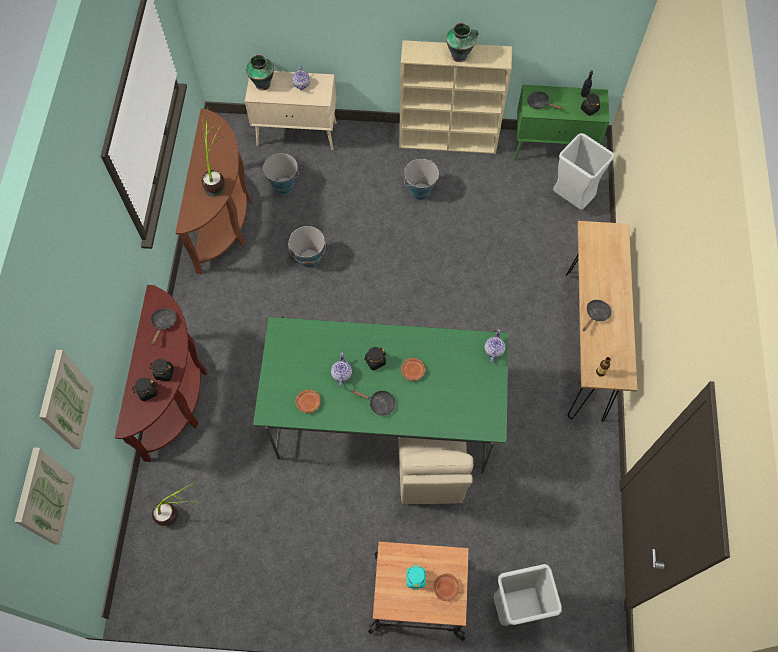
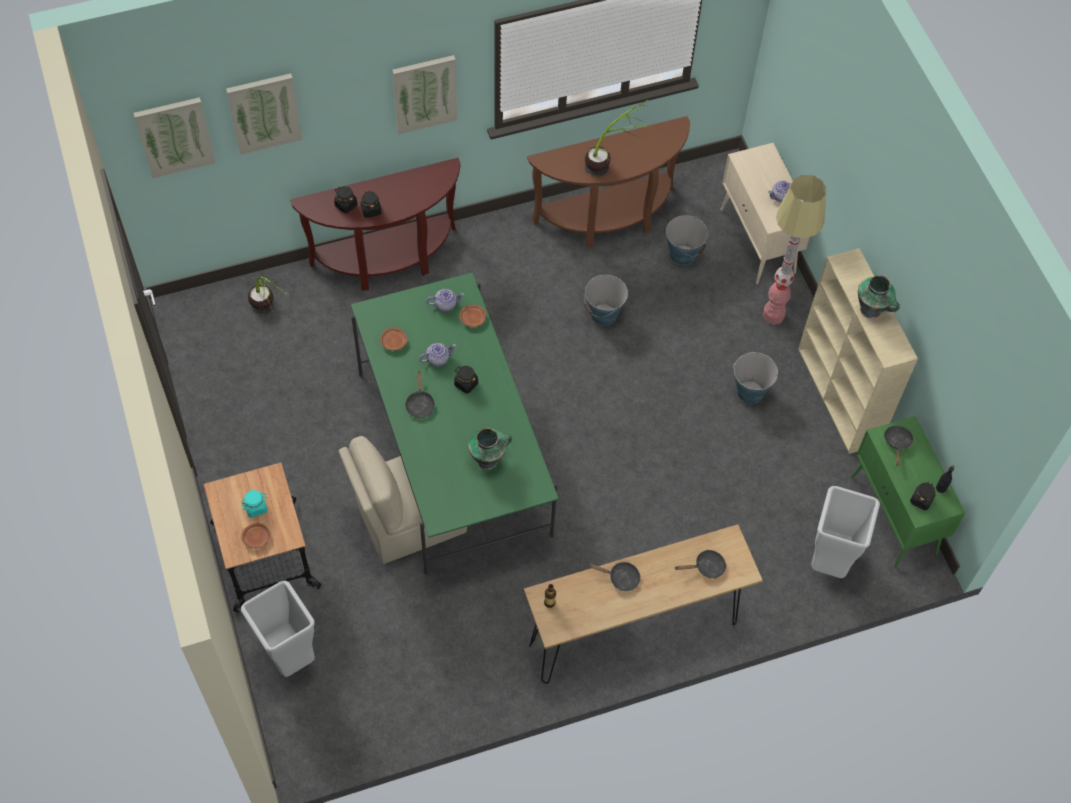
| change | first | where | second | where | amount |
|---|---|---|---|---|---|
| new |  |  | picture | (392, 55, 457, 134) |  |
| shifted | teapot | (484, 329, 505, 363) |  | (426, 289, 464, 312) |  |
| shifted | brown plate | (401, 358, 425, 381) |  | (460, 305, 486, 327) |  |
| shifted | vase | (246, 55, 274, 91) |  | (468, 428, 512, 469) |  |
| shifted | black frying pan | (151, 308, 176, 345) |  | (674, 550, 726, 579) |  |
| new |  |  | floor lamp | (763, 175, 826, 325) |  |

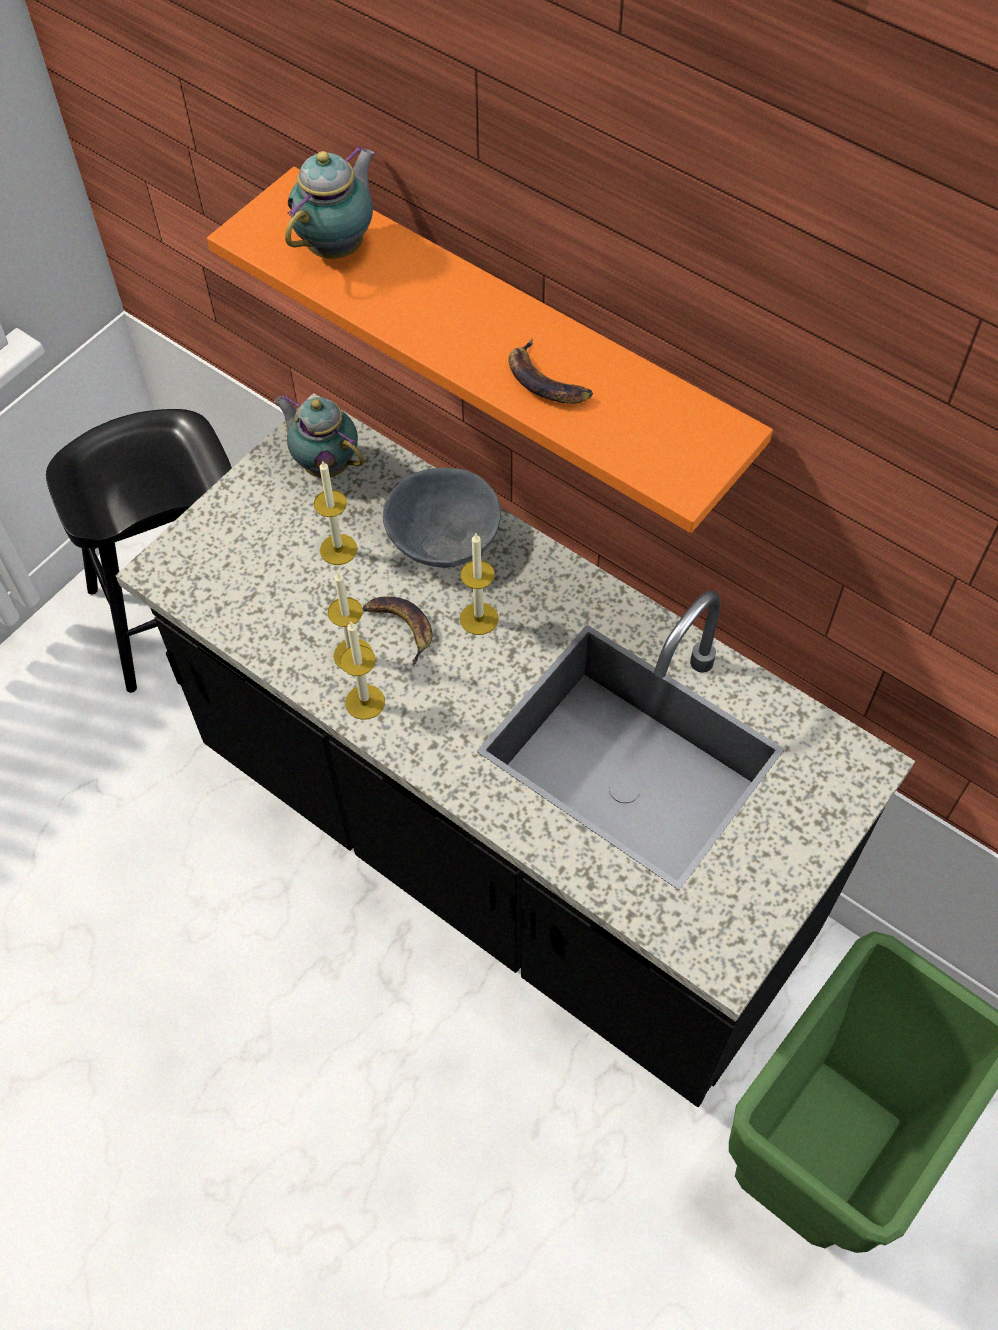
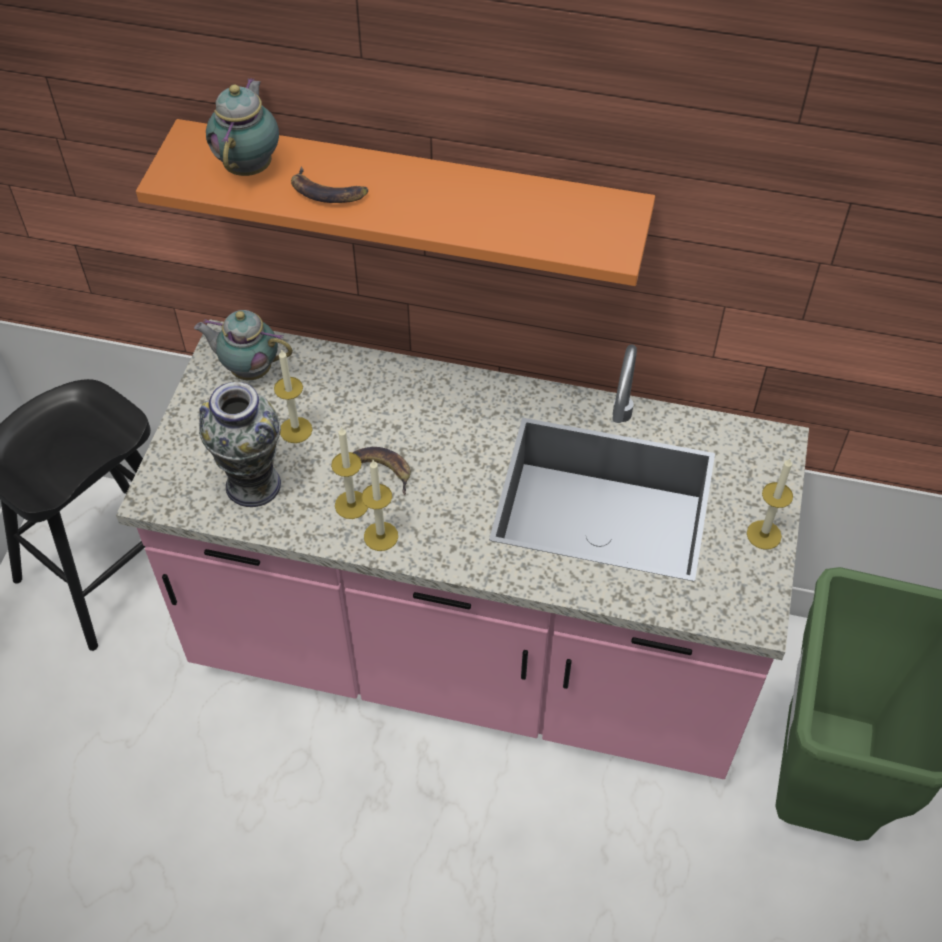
| change | first | where | second | where | amount |
|---|---|---|---|---|---|
| repainted | black counter | (115, 393, 915, 1107) | pink counter | (116, 320, 809, 779) |  |
| new |  |  | vase | (199, 382, 281, 507) |  |
| shifted | banana | (508, 338, 593, 404) |  | (291, 167, 368, 203) |  |
| shifted | candle | (460, 534, 498, 635) |  | (747, 459, 793, 550) |  |
| gone | grey bowl | (383, 468, 501, 568) |  |  |  |

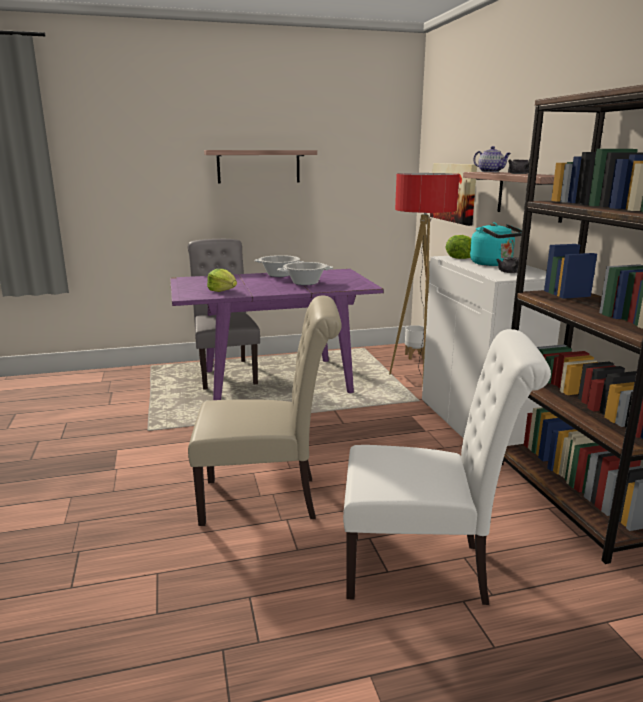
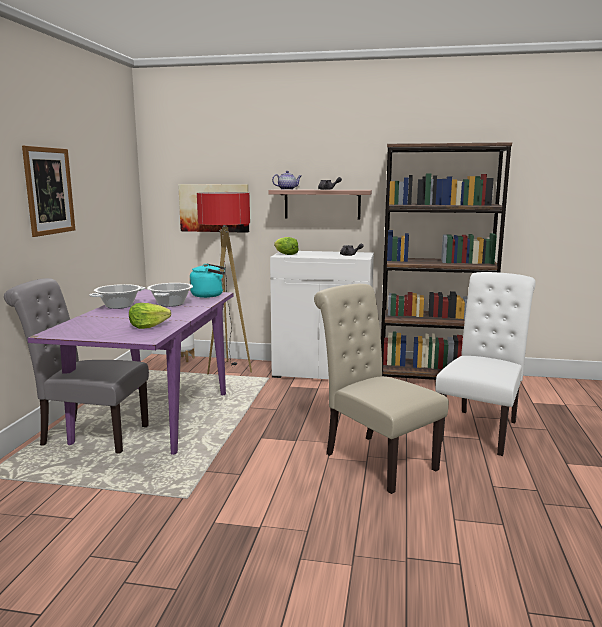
| change | first | where | second | where | amount |
|---|---|---|---|---|---|
| swapped | shelf | (204, 150, 317, 184) | picture | (22, 146, 75, 237) |  |
| shifted | turquoise kettle | (470, 223, 522, 266) |  | (190, 264, 225, 298) |  |
| rotated | beige chair | (188, 296, 342, 526) |  | (314, 284, 449, 494) | 60 degrees counterclockwise |

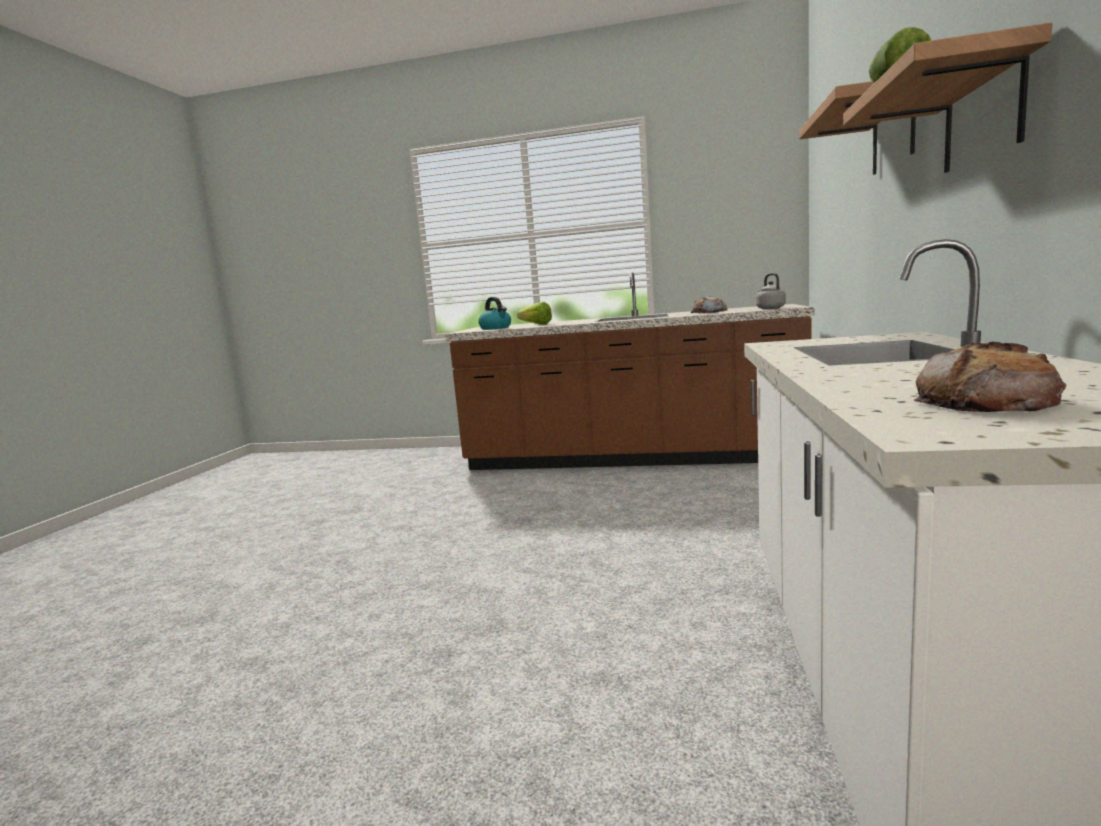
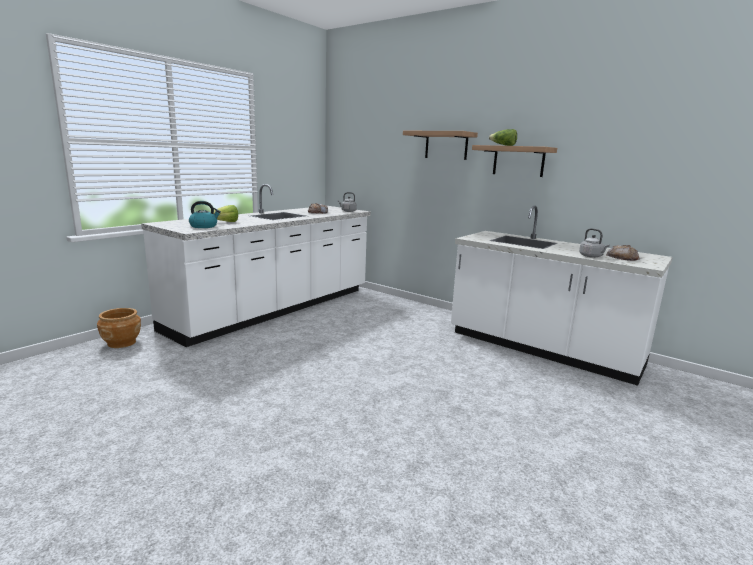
| change | first | where | second | where | amount |
|---|---|---|---|---|---|
| new |  |  | brown planter | (97, 308, 141, 348) |  |
| repainted | brown counter | (445, 272, 815, 470) | white counter | (141, 184, 371, 347) |  |
| new |  |  | grey kettle | (579, 228, 610, 258) |  |

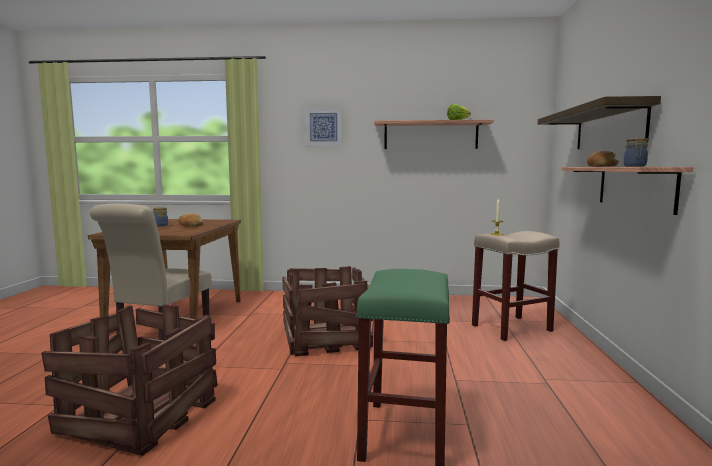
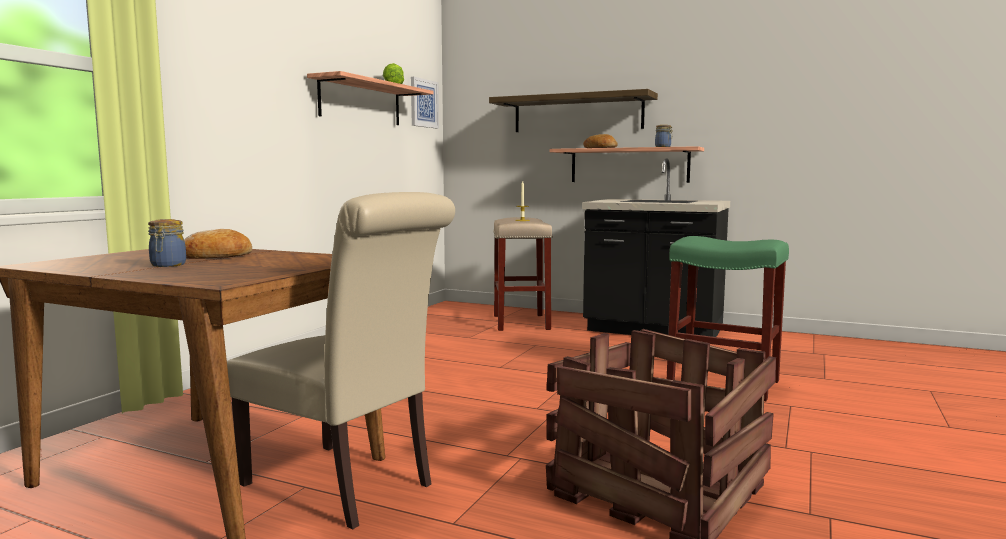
| change | first | where | second | where | amount |
|---|---|---|---|---|---|
| shifted | picture | (304, 107, 342, 146) |  | (411, 77, 439, 128) |  |
| new |  |  | black counter | (582, 159, 730, 337) |  |
| gone | crate | (282, 266, 373, 357) |  |  |  |

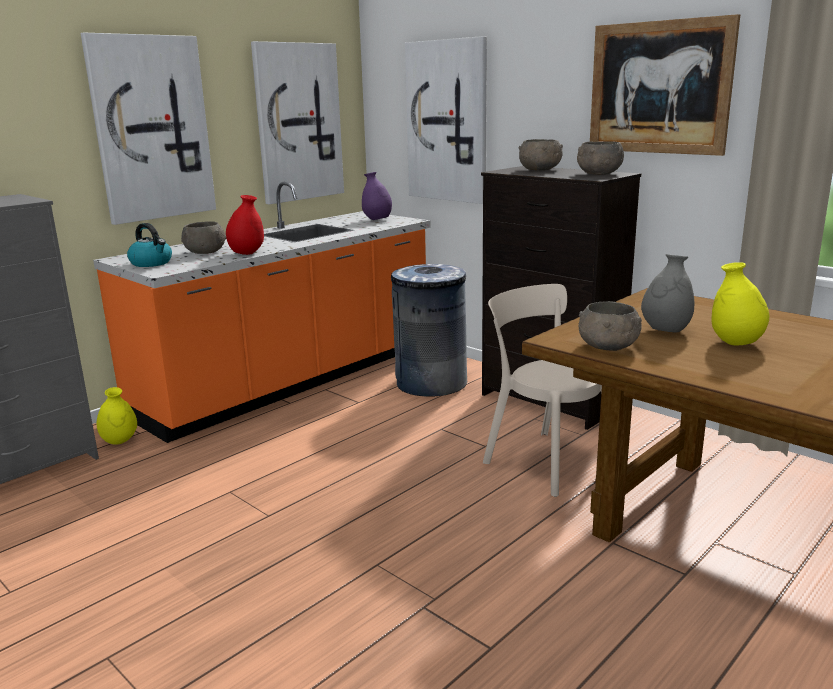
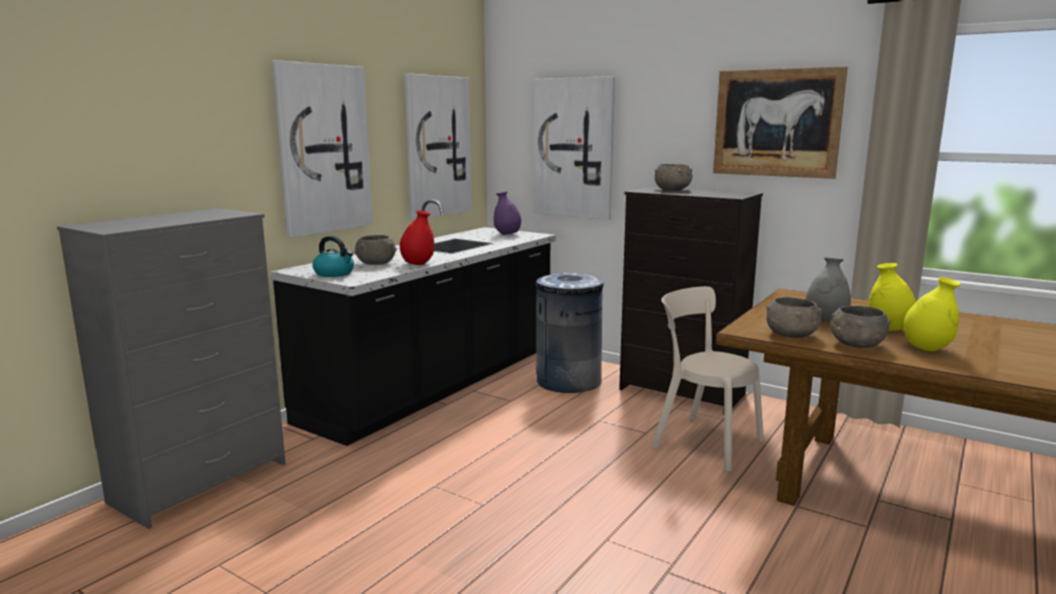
| change | first | where | second | where | amount |
|---|---|---|---|---|---|
| repainted | orange counter | (93, 181, 431, 443) | black counter | (271, 199, 556, 446) |  |
| shifted | grey bowl | (577, 141, 624, 175) |  | (830, 306, 891, 348) |  |
| shifted | yellow vase | (97, 387, 137, 444) |  | (904, 277, 960, 351) |  |

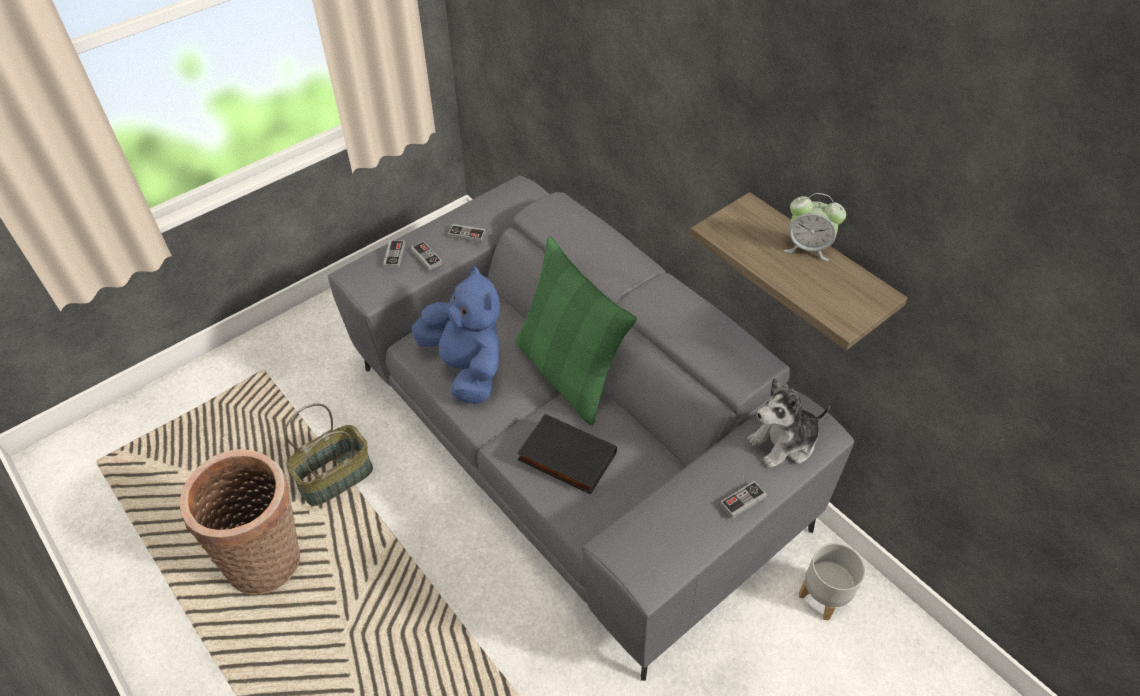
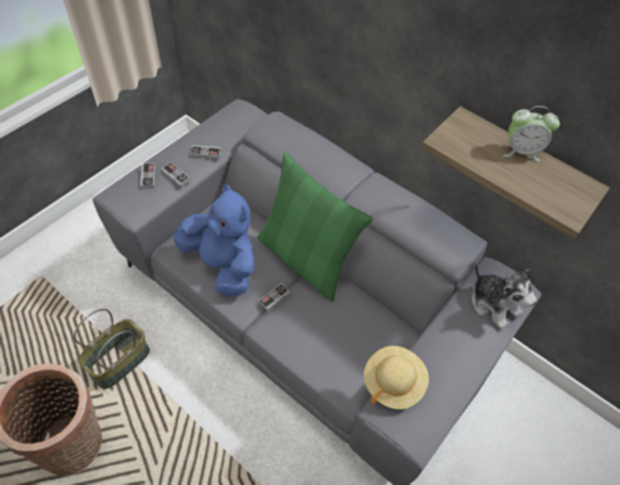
| change | first | where | second | where | amount |
|---|---|---|---|---|---|
| shifted | game controller | (720, 481, 767, 519) |  | (258, 283, 290, 311) |  |
| new |  |  | beige hat | (364, 346, 429, 409) |  |
| rotated | plush toy | (747, 378, 830, 468) |  | (472, 263, 537, 330) | 90 degrees counterclockwise |
| gone | black book | (518, 414, 617, 495) |  |  |  |
| gone | grey planter | (799, 543, 865, 620) |  |  |  |

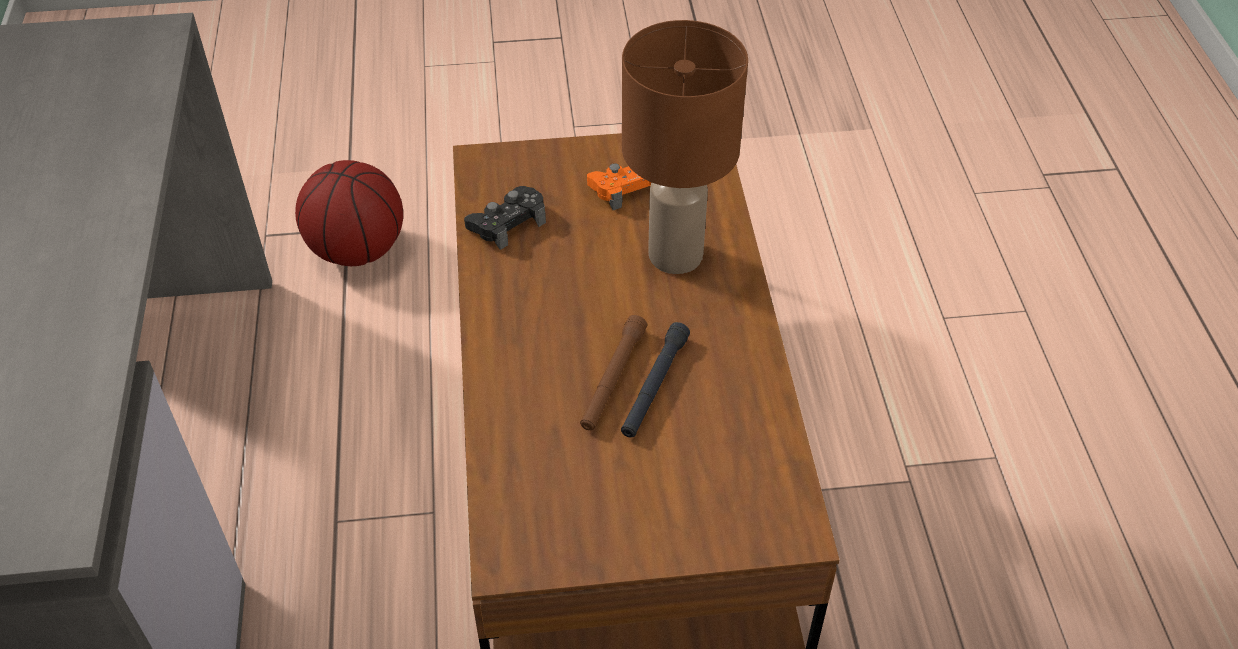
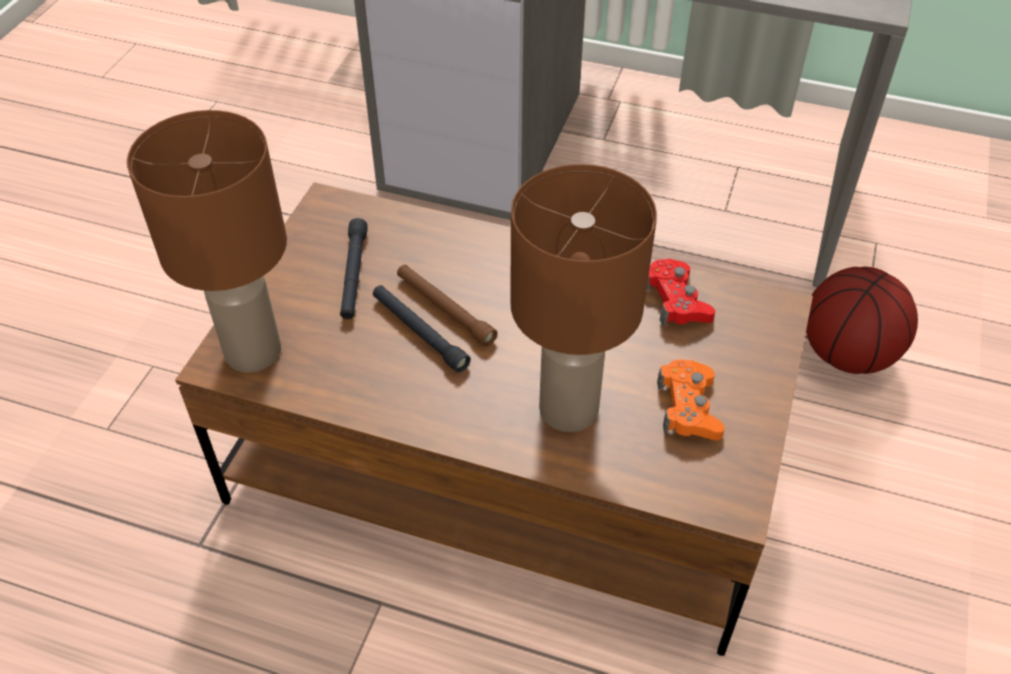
| change | first | where | second | where | amount |
|---|---|---|---|---|---|
| new |  |  | brown table lamp | (127, 110, 287, 373) |  |
| new |  |  | black flashlight | (340, 218, 368, 319) |  |
| repainted | black game controller | (464, 186, 546, 250) | red game controller | (647, 259, 715, 326) |  |

